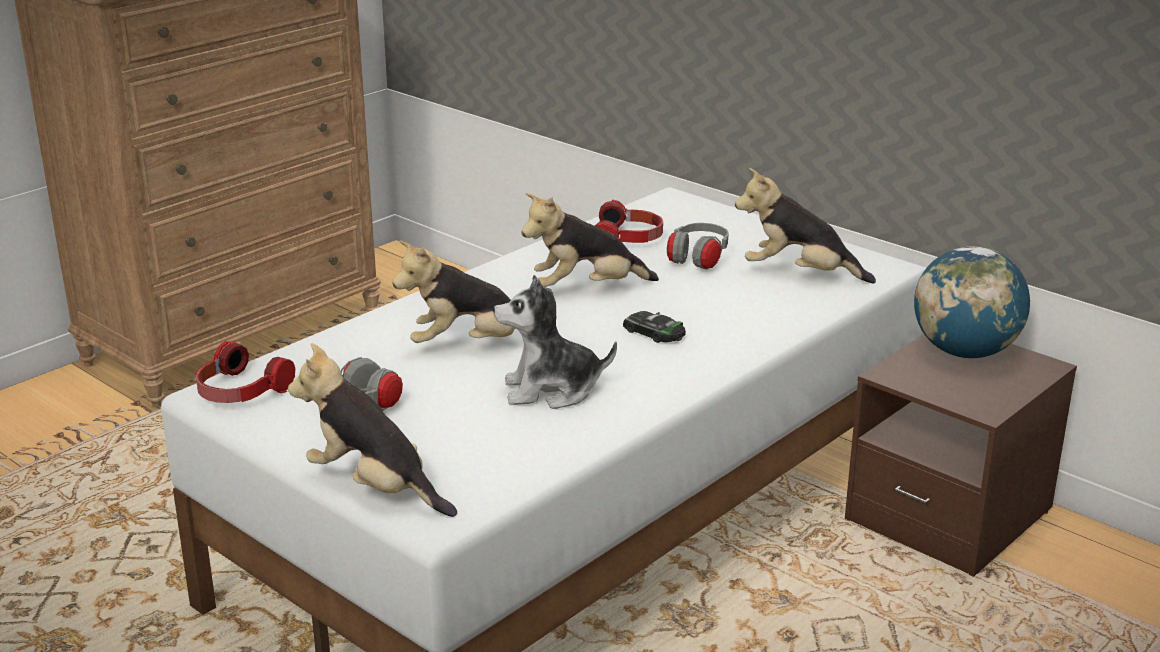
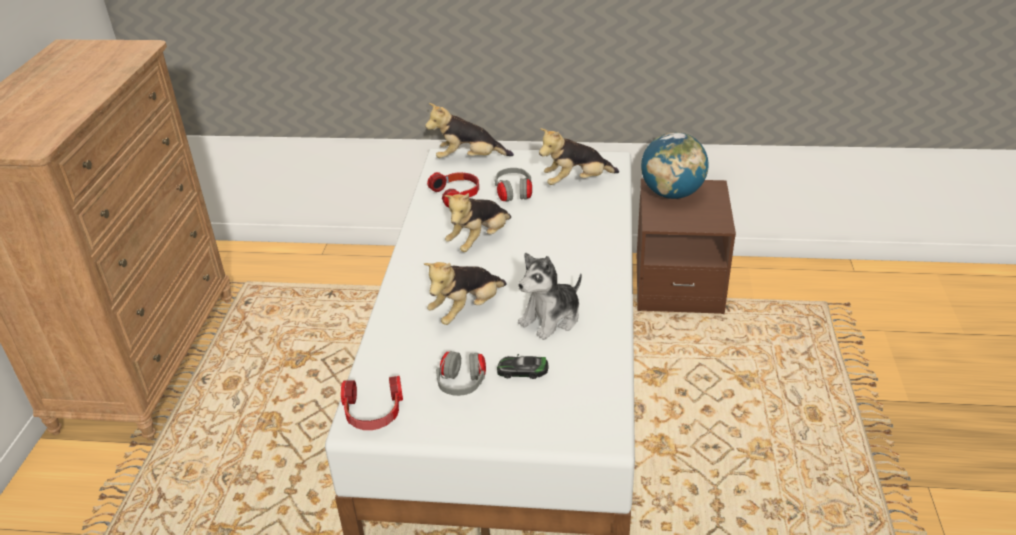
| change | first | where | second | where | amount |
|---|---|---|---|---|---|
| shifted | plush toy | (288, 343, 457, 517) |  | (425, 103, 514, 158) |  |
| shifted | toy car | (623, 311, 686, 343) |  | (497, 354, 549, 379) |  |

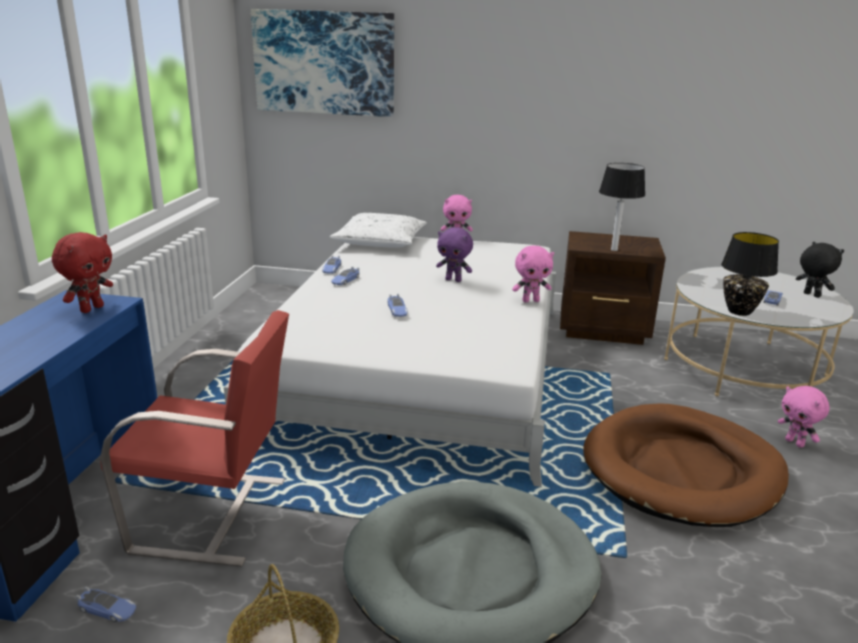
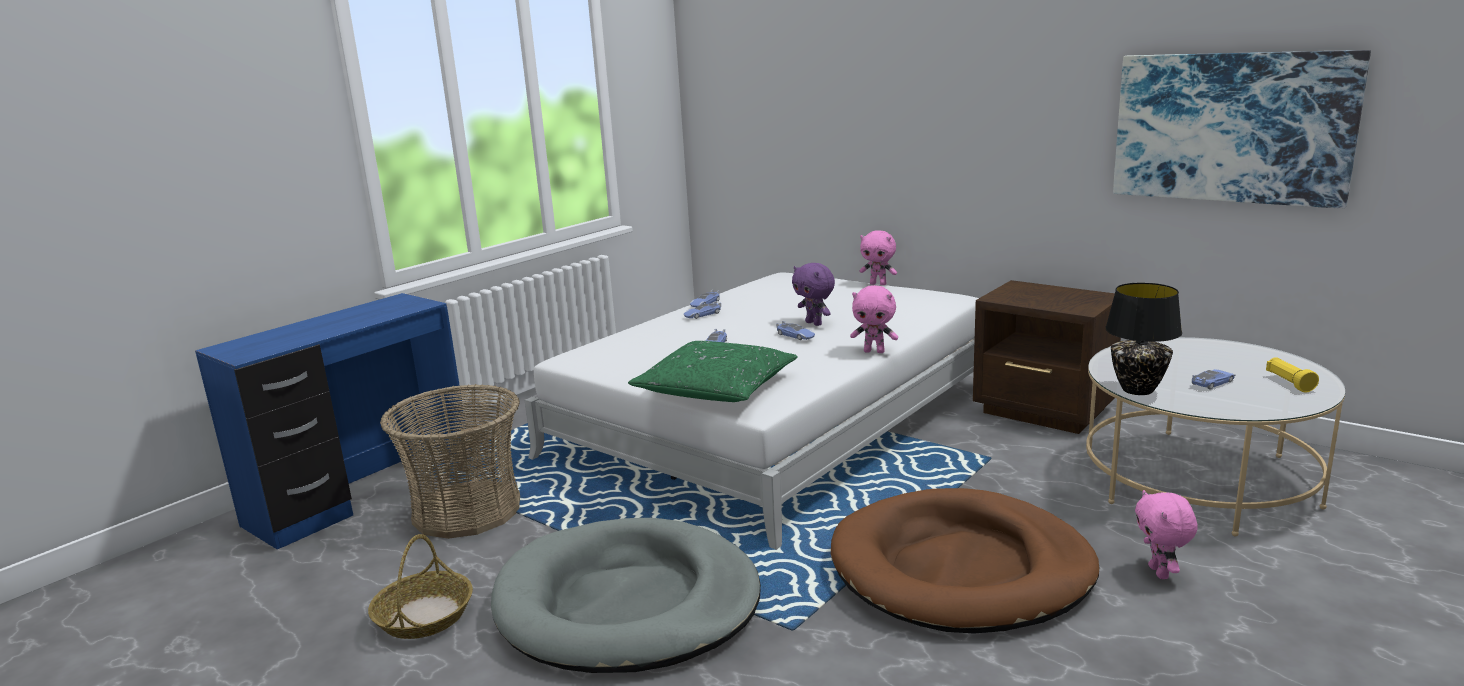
| change | first | where | second | where | amount |
|---|---|---|---|---|---|
| swapped | red chair | (100, 310, 289, 567) | basket | (380, 384, 520, 539) |  |
| new |  |  | green pillow | (628, 341, 798, 402) |  |
| shifted | toy car | (76, 587, 136, 622) |  | (776, 321, 815, 340) |  |
| shifted | picture | (251, 9, 394, 117) |  | (1113, 50, 1371, 209) |  |
| swapped | black plush toy | (796, 242, 844, 298) | yellow flashlight | (1266, 357, 1319, 392) |  |
| gone | red plush toy | (52, 232, 113, 313) |  |  |  |
| gone | white pillow | (330, 213, 427, 248) |  |  |  |
| gone | table lamp | (599, 163, 645, 251) |  |  |  |

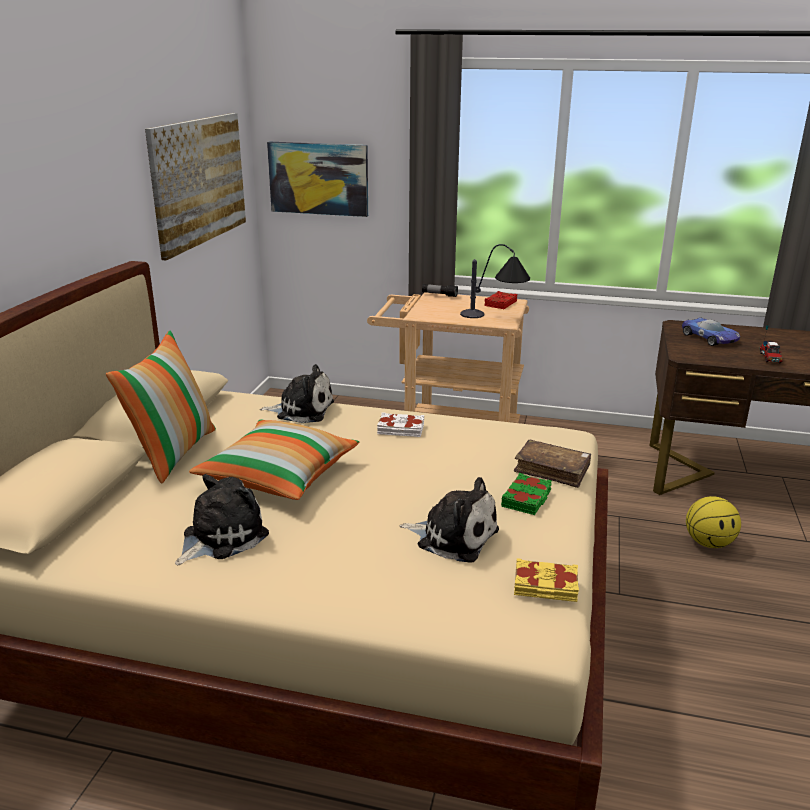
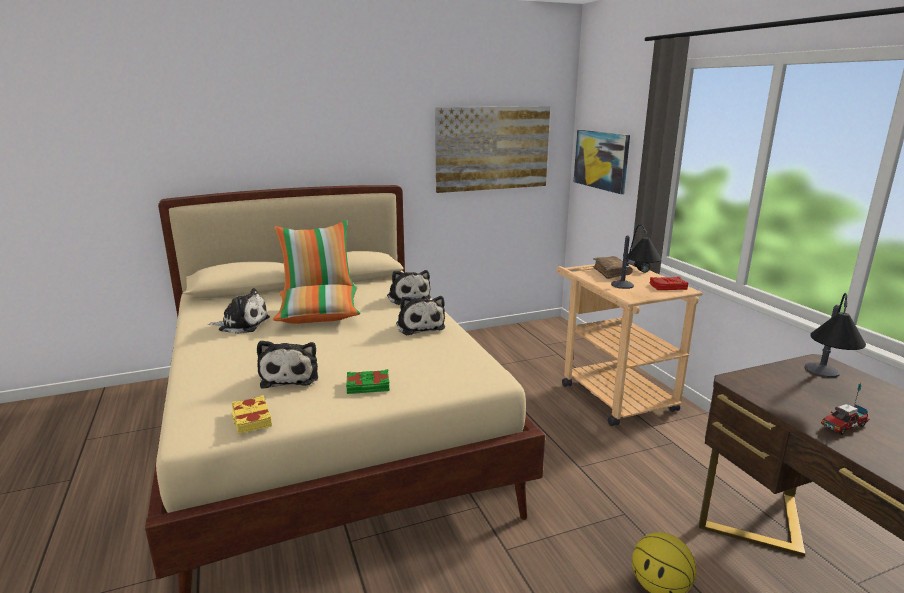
| change | first | where | second | where | amount |
|---|---|---|---|---|---|
| swapped | white book | (377, 412, 424, 437) | plush toy | (396, 296, 445, 335) |  |
| shifted | brown book | (514, 440, 591, 488) |  | (593, 256, 633, 279) |  |
| swapped | toy car | (682, 317, 740, 346) | table lamp | (804, 293, 866, 378) |  |

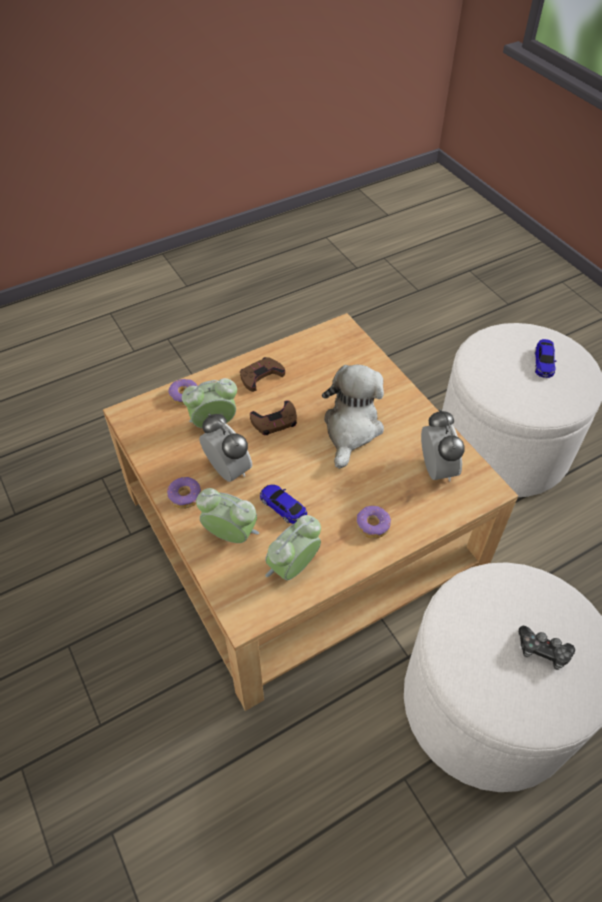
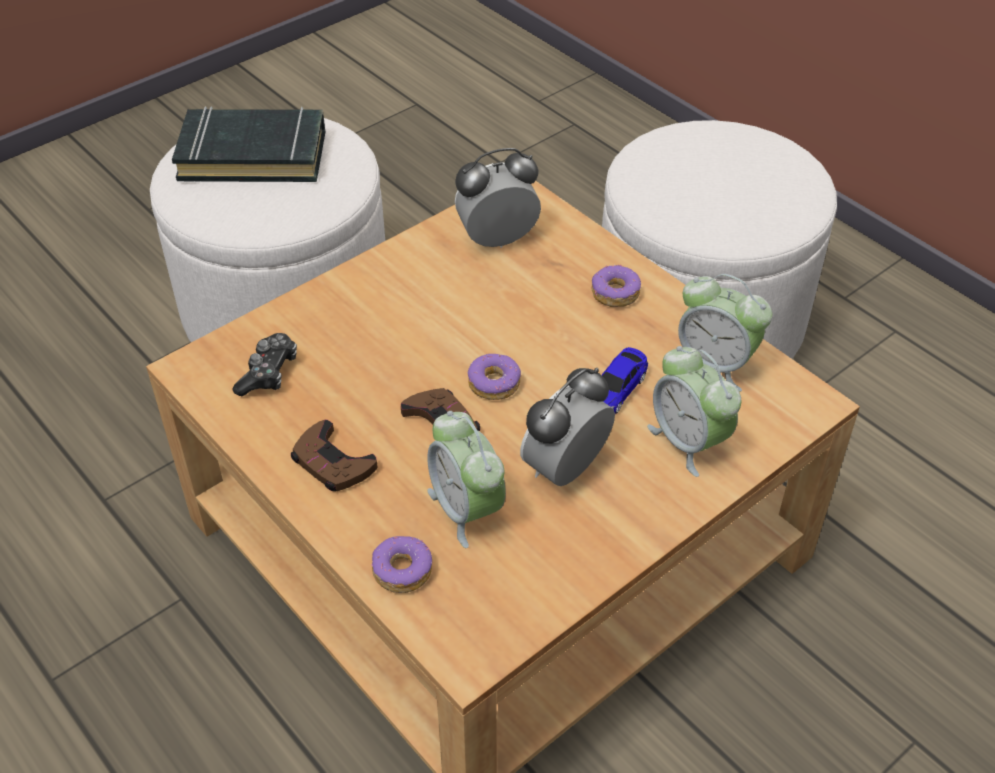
| change | first | where | second | where | amount |
|---|---|---|---|---|---|
| swapped | toy car | (535, 339, 556, 378) | black book | (172, 106, 325, 182) |  |
| shifted | game controller | (519, 626, 575, 670) |  | (232, 333, 297, 396) |  |
| shifted | donut | (167, 477, 201, 509) |  | (468, 354, 521, 400) |  |
| rotated | alarm clock | (196, 488, 259, 543) |  | (647, 346, 741, 477) | 45 degrees counterclockwise |
| gone | plush toy | (322, 365, 384, 469) |  |  |  |

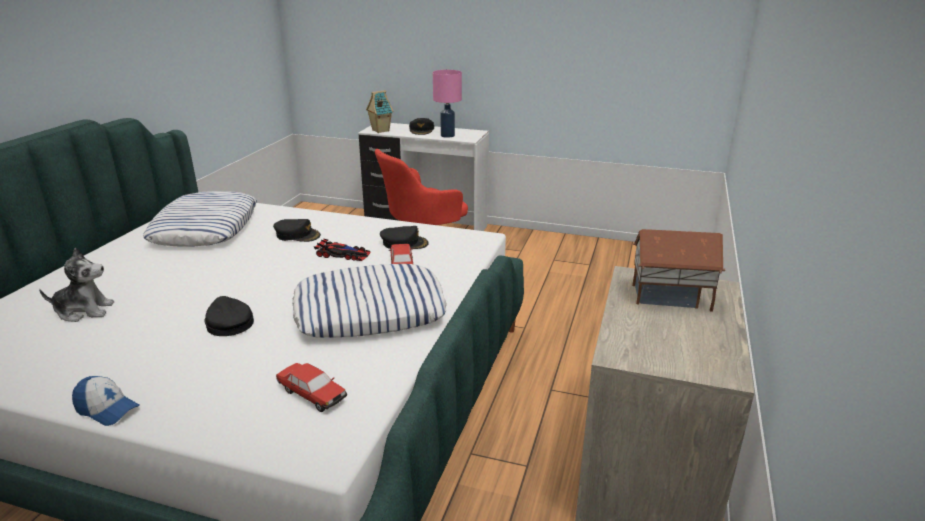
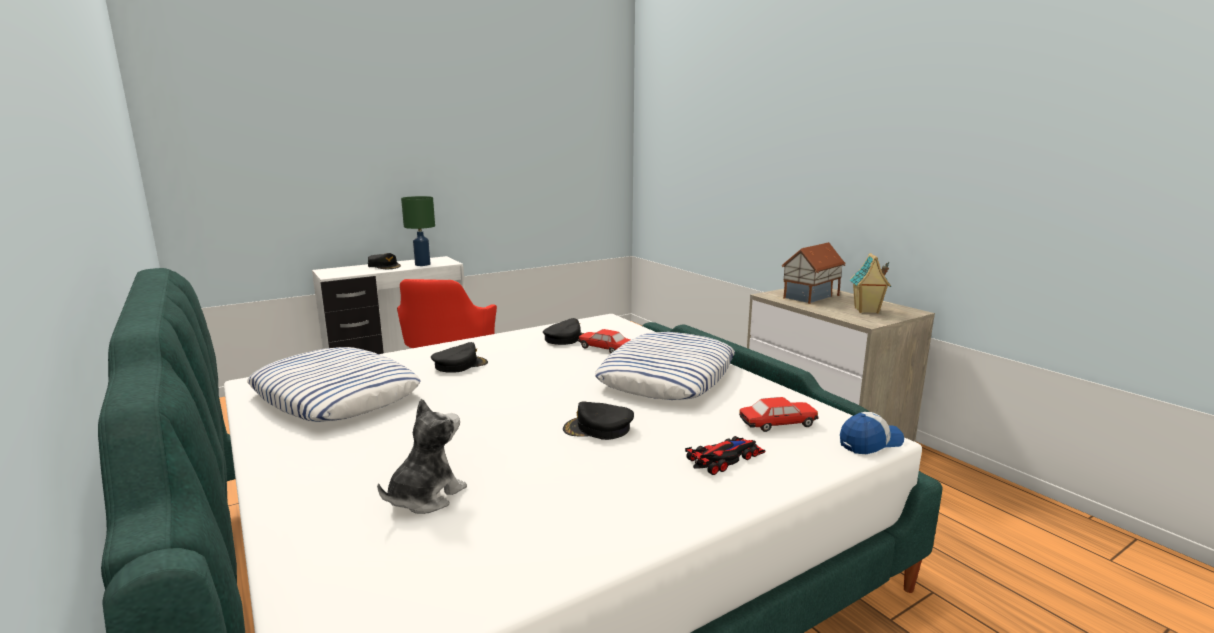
| change | first | where | second | where | amount |
|---|---|---|---|---|---|
| repainted | pink table lamp | (433, 70, 462, 138) | green table lamp | (401, 196, 435, 266) |  |
| shifted | toy car | (314, 239, 371, 261) |  | (685, 436, 766, 475) |  |
| shifted | cap | (72, 376, 140, 426) |  | (840, 412, 904, 454) |  |
| shifted | toy house | (366, 90, 394, 133) |  | (850, 253, 891, 314) |  |

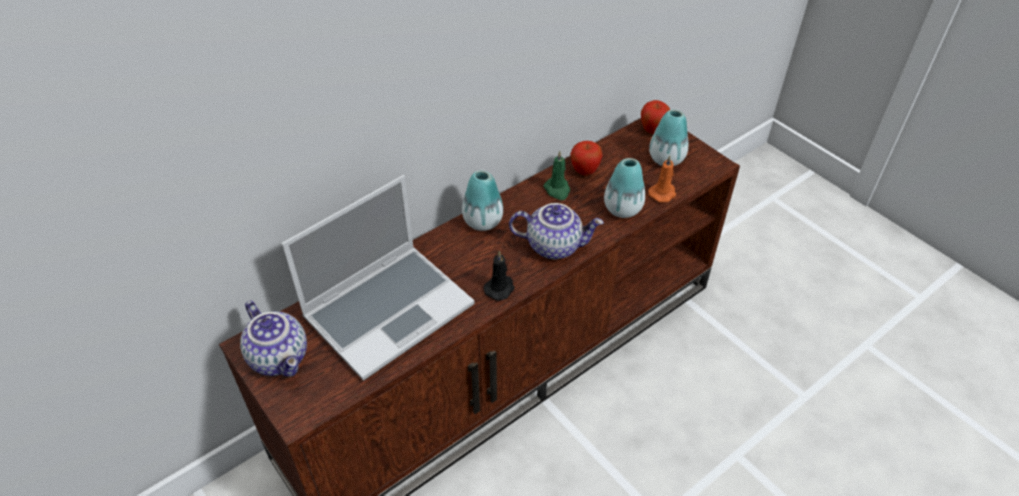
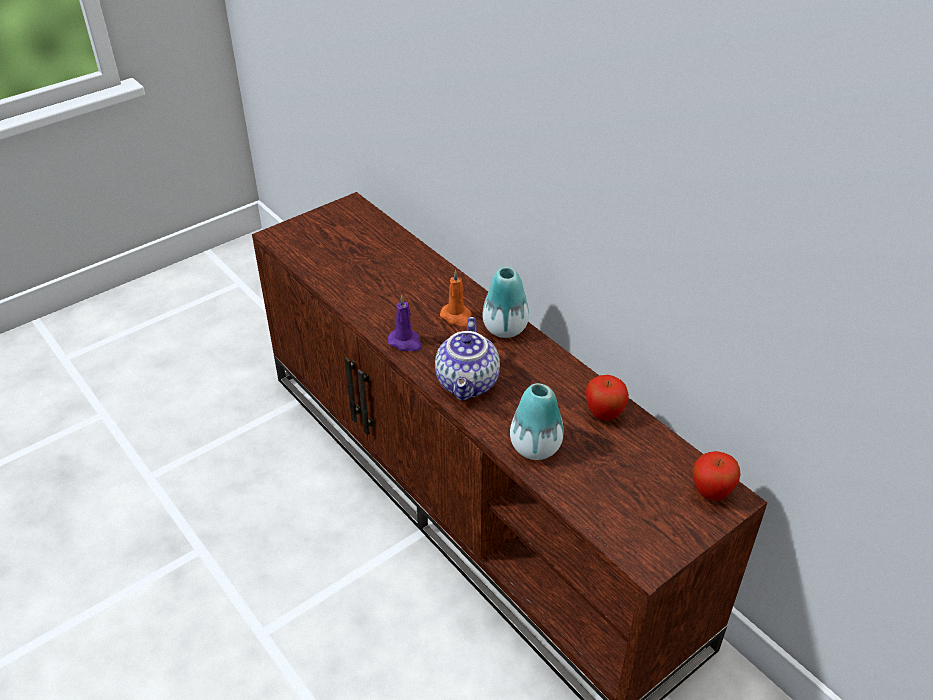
| change | first | where | second | where | amount |
|---|---|---|---|---|---|
| repainted | black candle | (483, 251, 515, 301) | purple candle | (388, 295, 422, 351) |  |
| shifted | orange candle | (648, 156, 676, 203) |  | (440, 270, 472, 326) |  |
| gone | teapot | (240, 301, 307, 377) |  |  |  |
| gone | laptop | (282, 175, 475, 381) |  |  |  |
| gone | green candle | (543, 151, 570, 200) |  |  |  |
| gone | vase | (649, 109, 688, 166) |  |  |  |

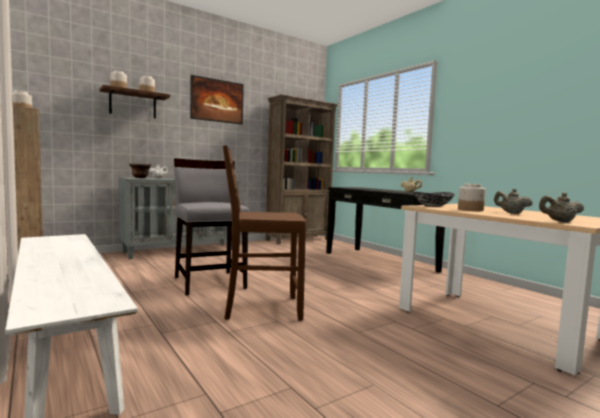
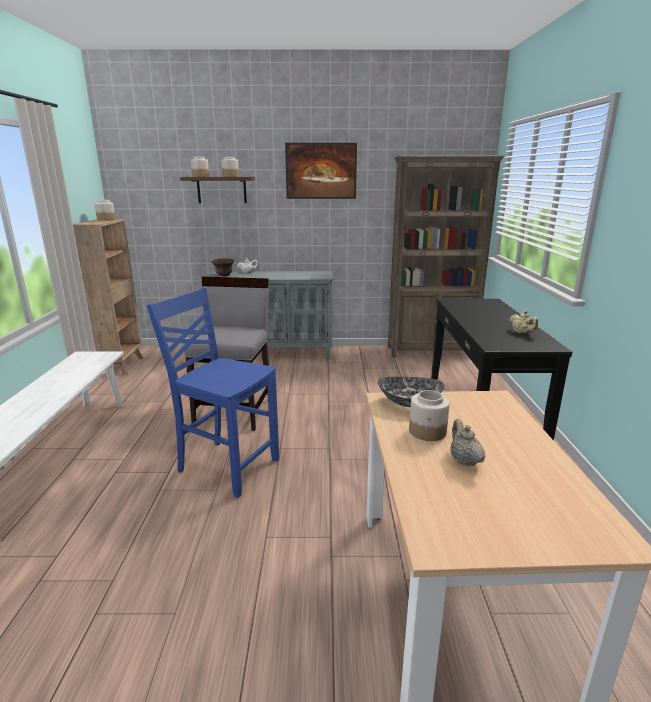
| change | first | where | second | where | amount |
|---|---|---|---|---|---|
| repainted | brown chair | (223, 145, 306, 321) | blue chair | (146, 287, 279, 498) |  |
| gone | beige teapot | (539, 193, 584, 222) |  |  |  |

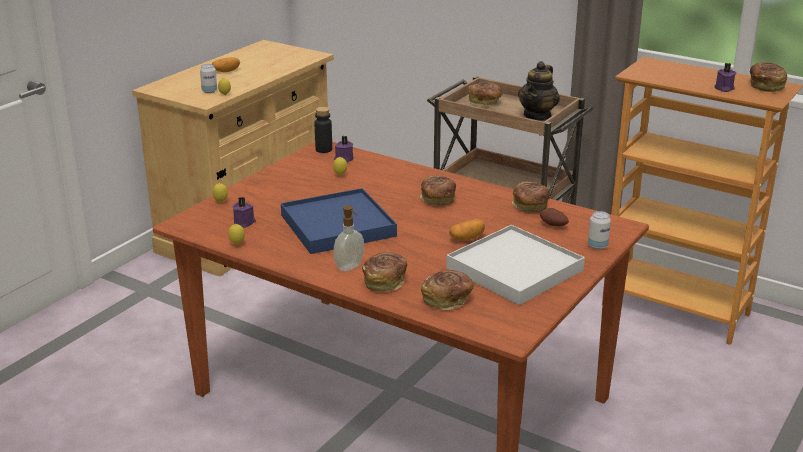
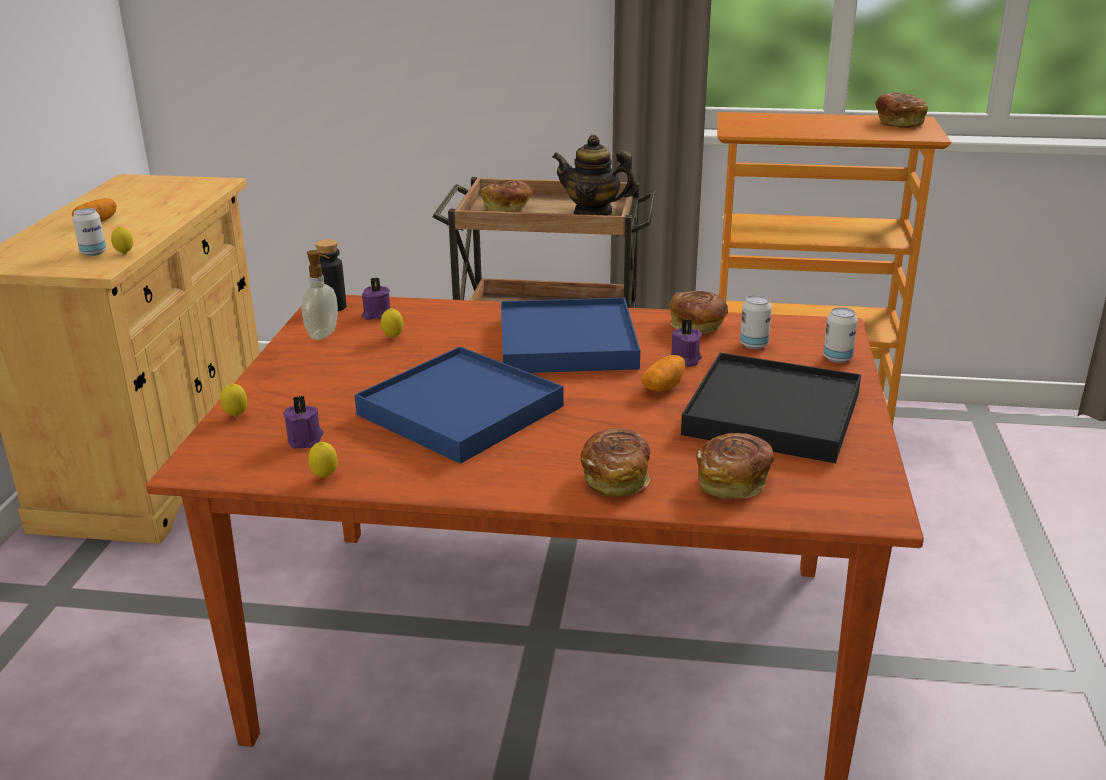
| change | first | where | second | where | amount |
|---|---|---|---|---|---|
| shifted | soap dispenser | (333, 205, 364, 271) |  | (302, 250, 338, 340) |  |
| swapped | bread | (420, 175, 456, 205) | blue tray | (501, 298, 640, 373) |  |
| rotated | teapot | (518, 61, 560, 121) |  | (552, 135, 637, 216) | 105 degrees clockwise |
| shifted | purple candle | (714, 63, 736, 92) |  | (671, 319, 702, 367) |  |
| repainted | white tray | (446, 225, 585, 305) | black tray | (681, 353, 861, 463) |  |
| swapped | potato | (540, 208, 569, 226) | can | (740, 295, 772, 349) |  |

